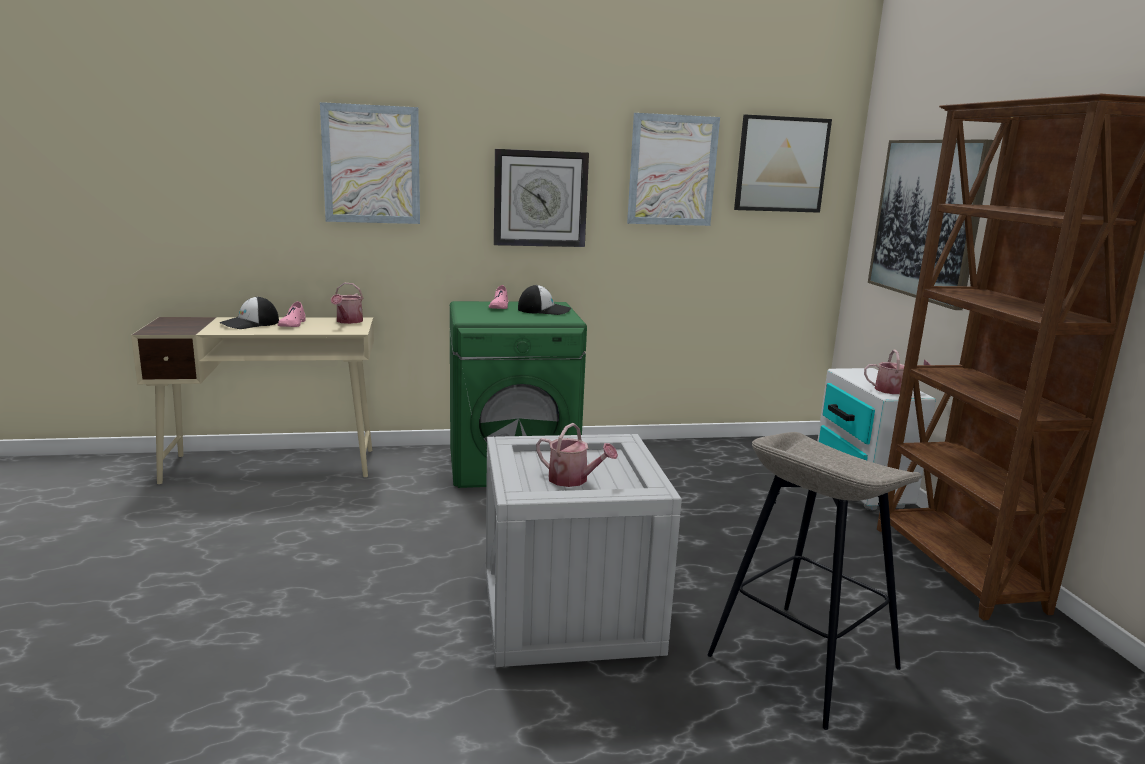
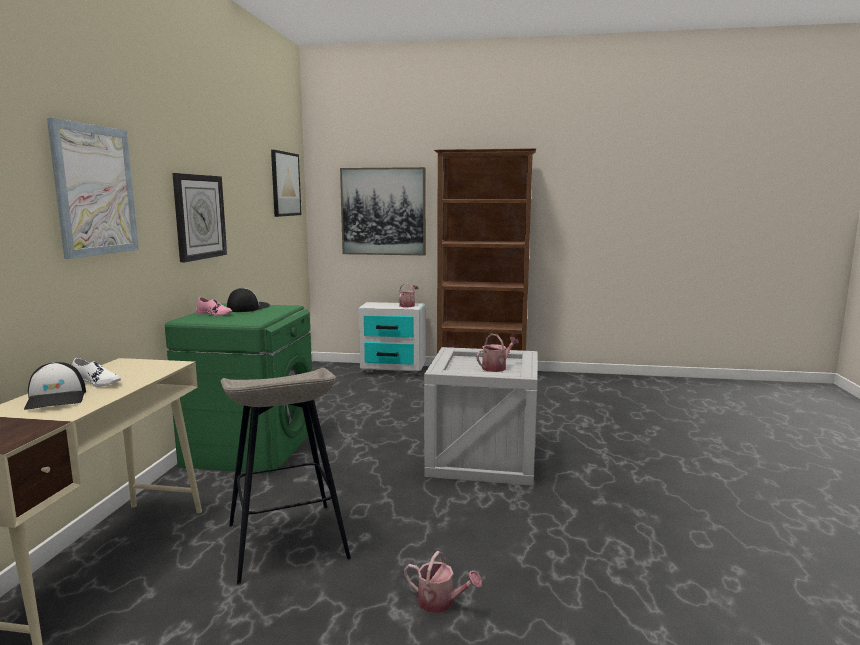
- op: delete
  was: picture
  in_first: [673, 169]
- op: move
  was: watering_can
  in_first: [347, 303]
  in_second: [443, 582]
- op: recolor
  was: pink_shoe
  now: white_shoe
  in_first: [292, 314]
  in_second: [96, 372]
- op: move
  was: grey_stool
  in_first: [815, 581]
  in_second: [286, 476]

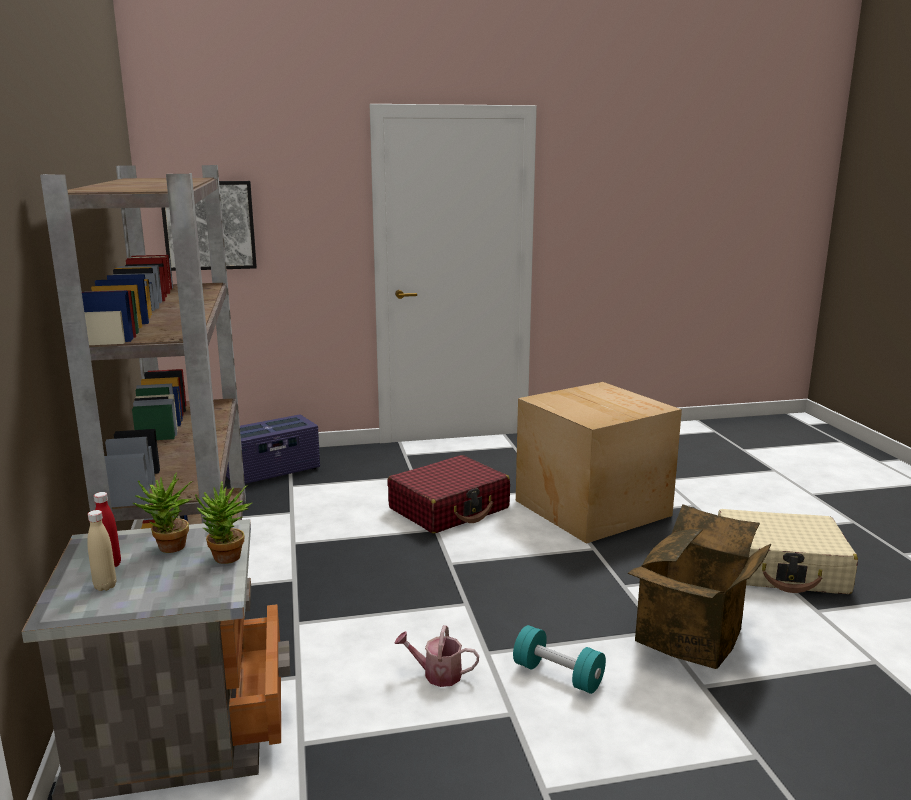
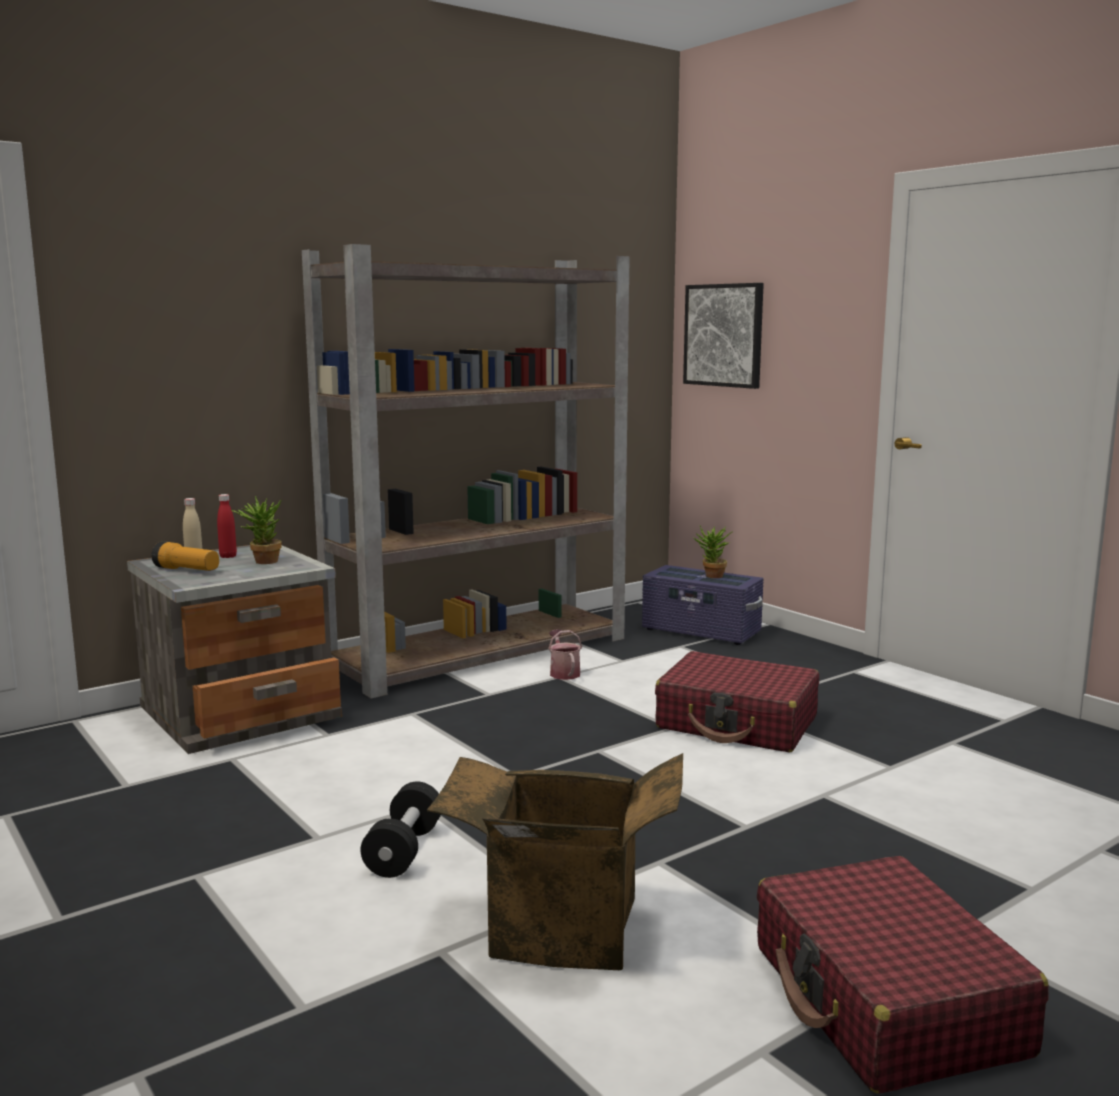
- op: delete
  was: cardboard_box
  in_first: [599, 463]
- op: move
  was: potted_plant
  in_first: [223, 522]
  in_second: [712, 552]
- op: recolor
  was: beige_suitcase
  now: red_suitcase
  in_first: [788, 551]
  in_second: [903, 975]
- op: move
  was: watering_can
  in_first: [437, 656]
  in_second: [565, 654]
- op: recolor
  was: turquoise_dumbbell
  now: black_dumbbell
  in_first: [559, 659]
  in_second: [400, 829]
- op: insert
  now: flashlight
  in_second: [185, 556]

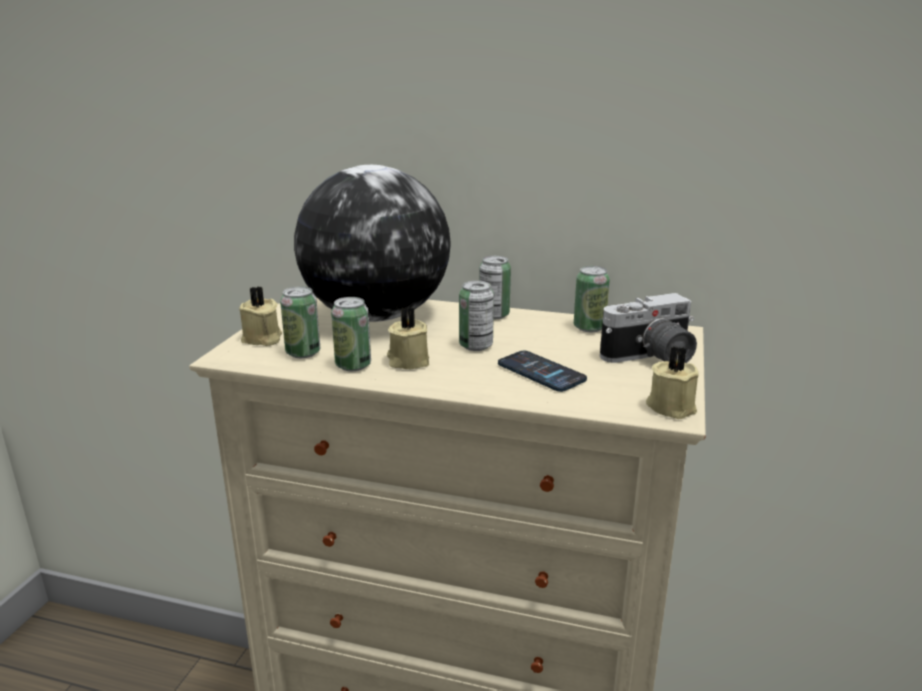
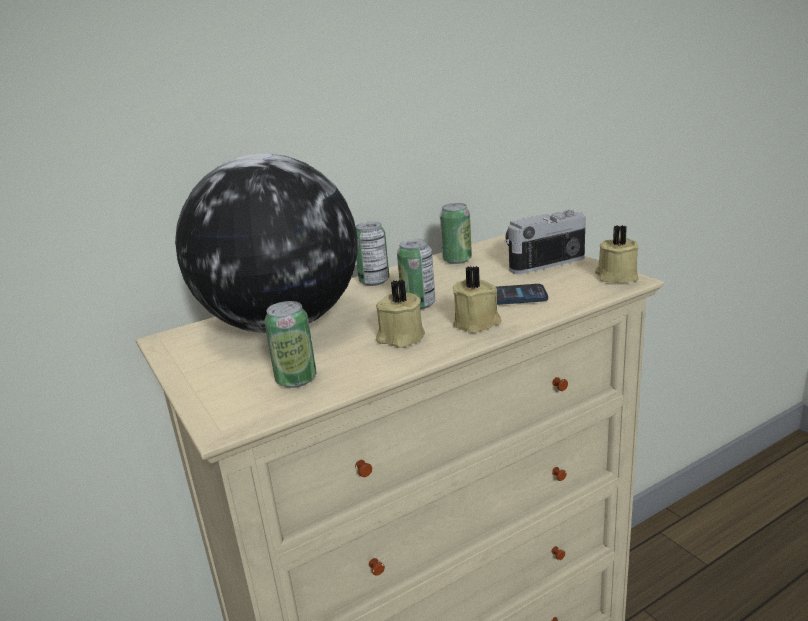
- op: move
  was: beige_candle
  in_first: [260, 316]
  in_second: [477, 299]
- op: rotate
  was: photo_camera
  in_first: [648, 328]
  in_second: [545, 242]
  clockwise: -135
- op: delete
  was: can
  in_first: [351, 334]

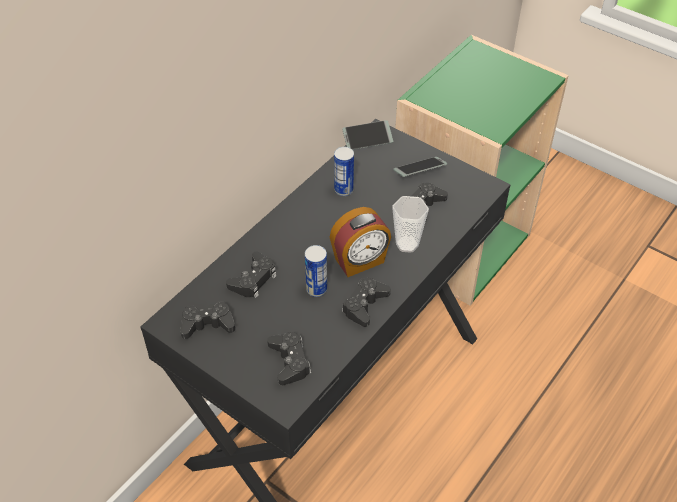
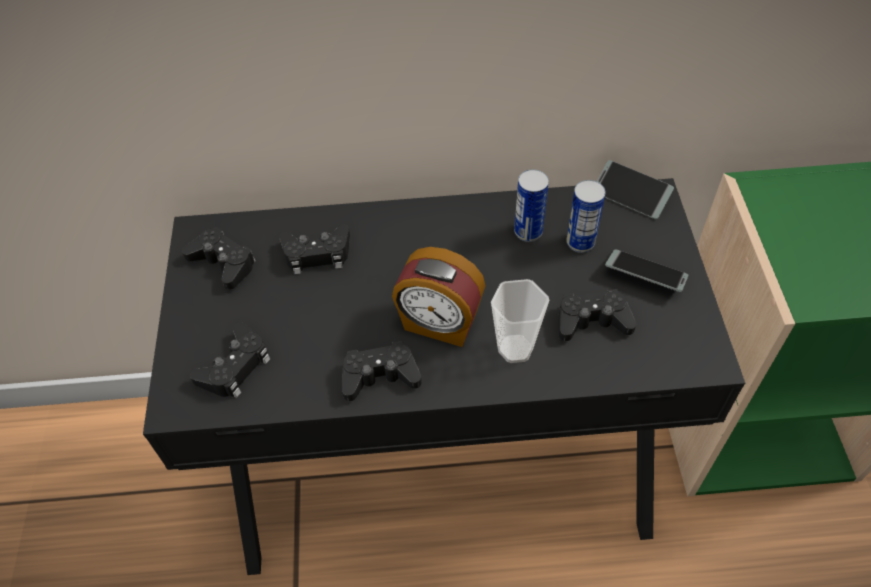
- op: move
  was: can
  in_first: [316, 271]
  in_second: [586, 216]

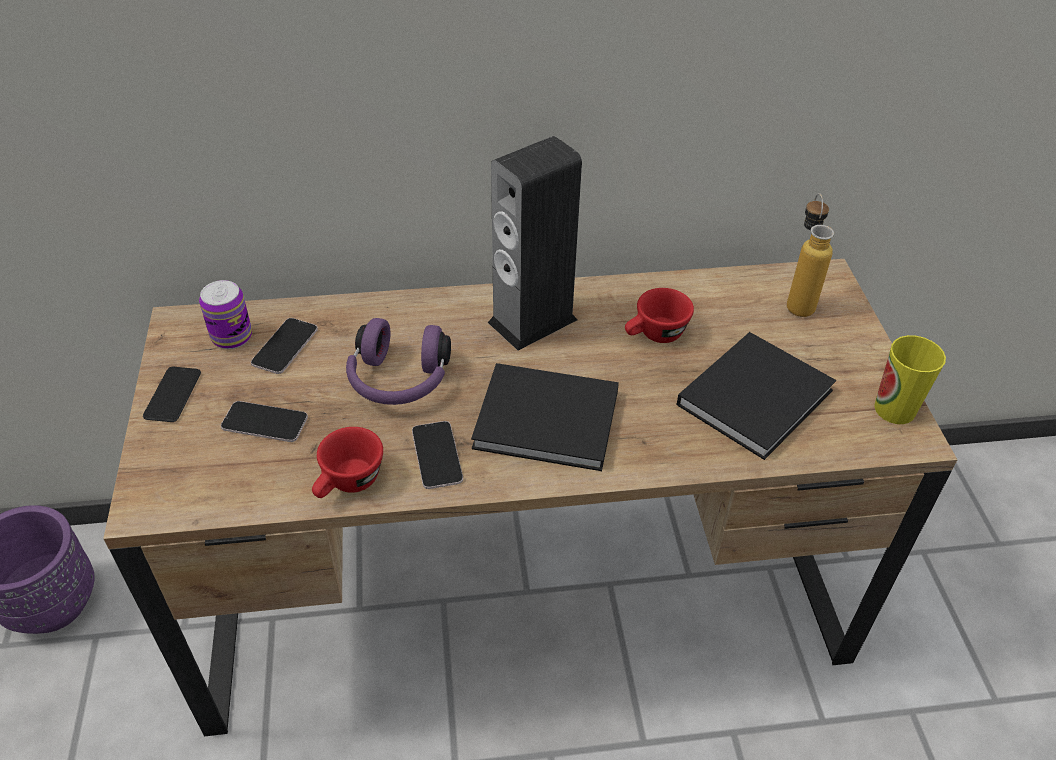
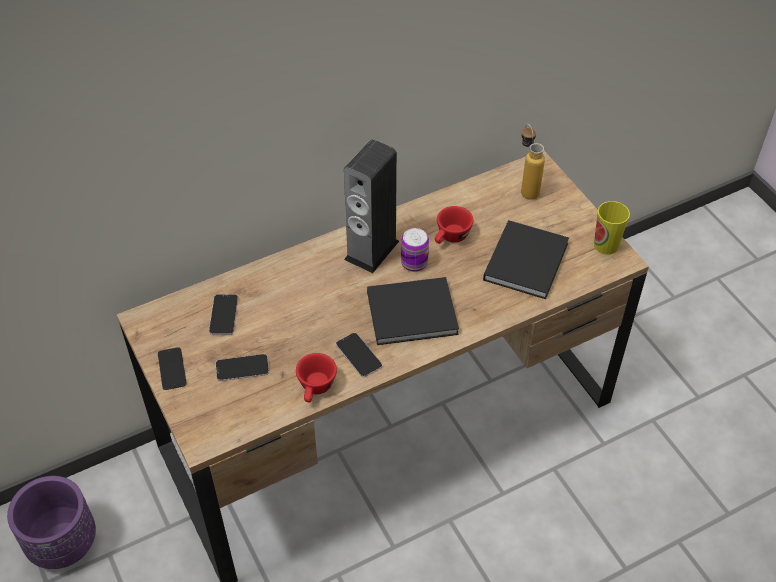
- op: move
  was: can
  in_first: [225, 314]
  in_second: [415, 250]
- op: delete
  was: purple_headphones
  in_first: [398, 361]

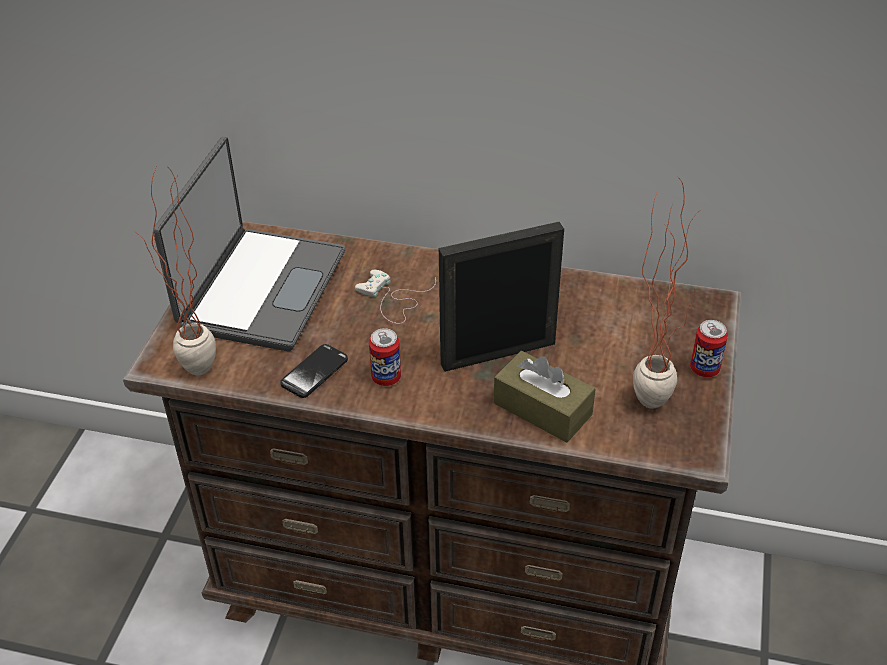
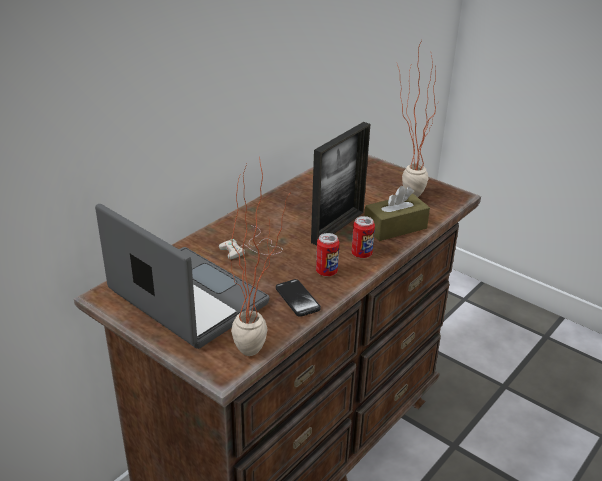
- op: rotate
  was: picture_frame
  in_first: [501, 297]
  in_second: [340, 184]
  clockwise: -150
- op: move
  was: can
  in_first: [709, 348]
  in_second: [363, 237]

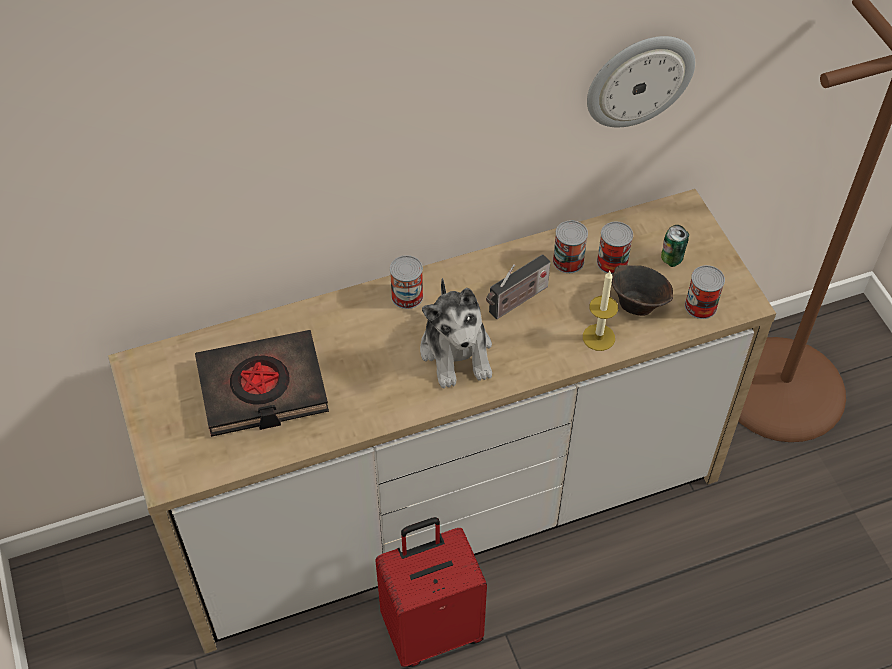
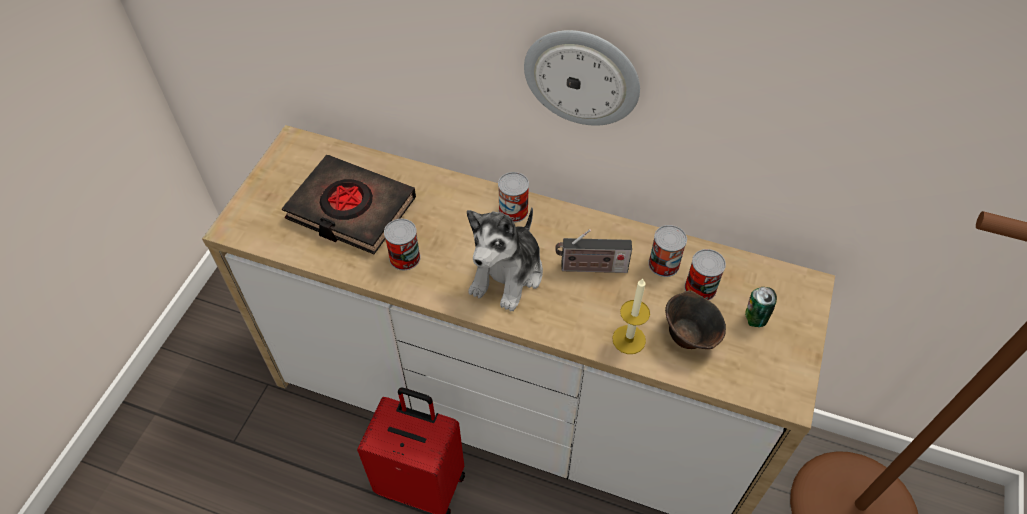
- op: move
  was: wall_clock
  in_first: [641, 81]
  in_second: [582, 78]
- op: move
  was: can
  in_first: [705, 292]
  in_second: [402, 244]

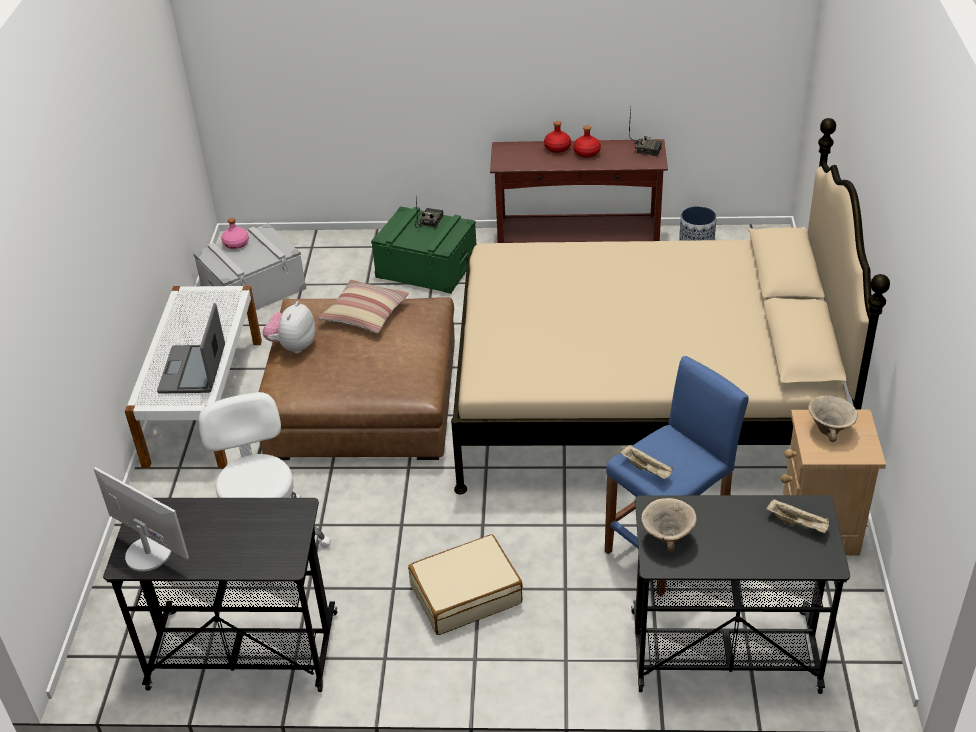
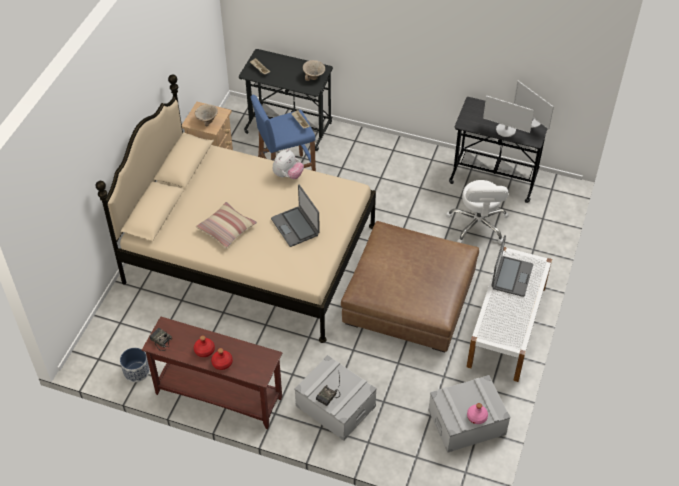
- op: recolor
  was: green_storage_box
  now: grey_storage_box
  in_first: [423, 250]
  in_second: [335, 398]
- op: move
  was: pillow
  in_first: [363, 306]
  in_second: [226, 225]
- op: move
  was: plush_toy
  in_first: [288, 327]
  in_second: [288, 164]
- op: delete
  was: beige_suitcase
  in_first: [465, 584]
- op: insert
  now: monitor
  in_second: [508, 116]
- op: insert
  now: laptop
  in_second: [295, 216]

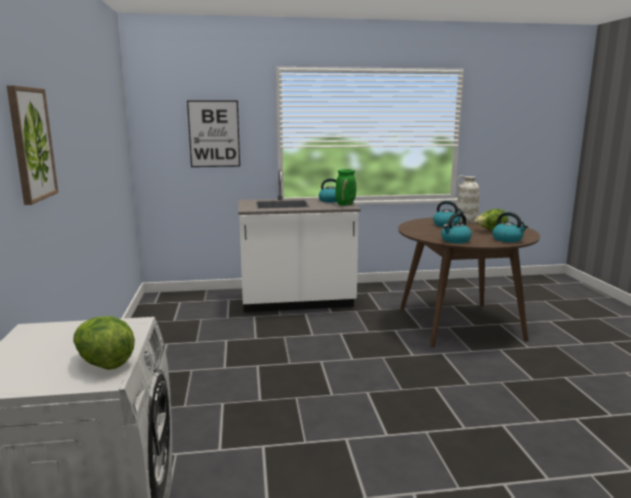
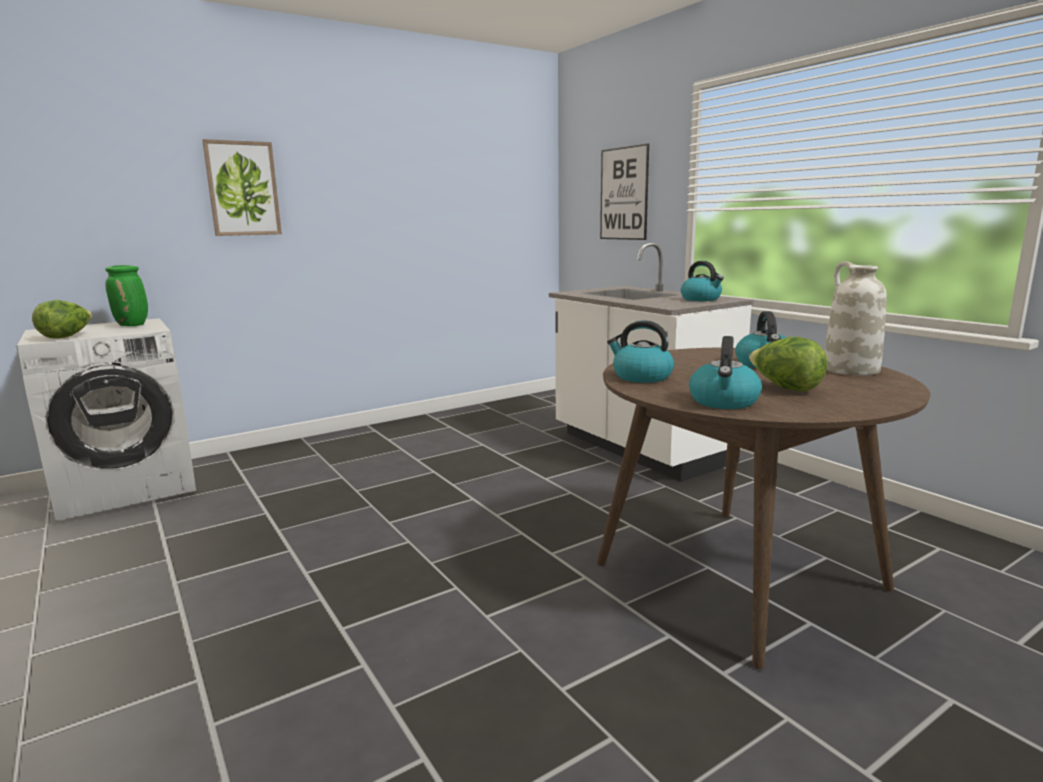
- op: move
  was: green_vase
  in_first: [346, 187]
  in_second: [126, 295]

